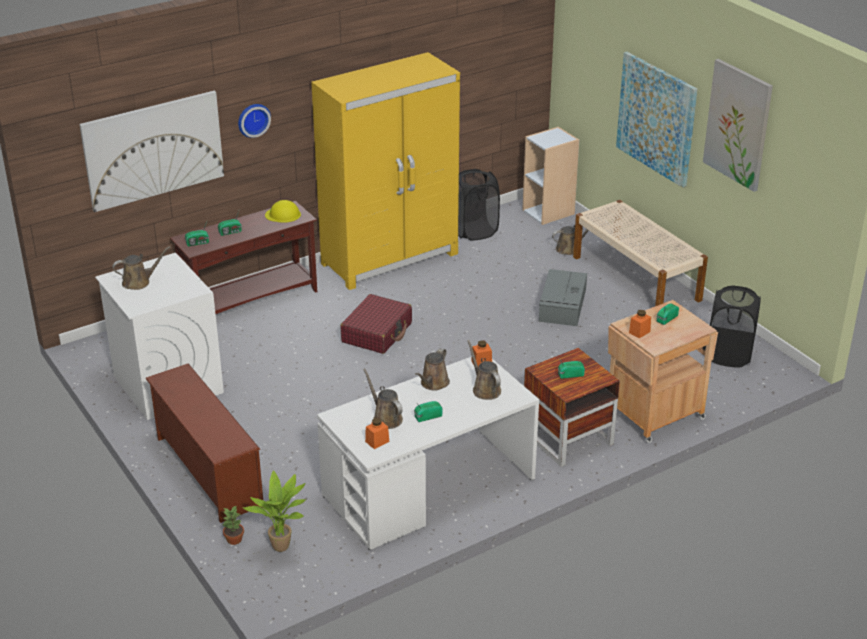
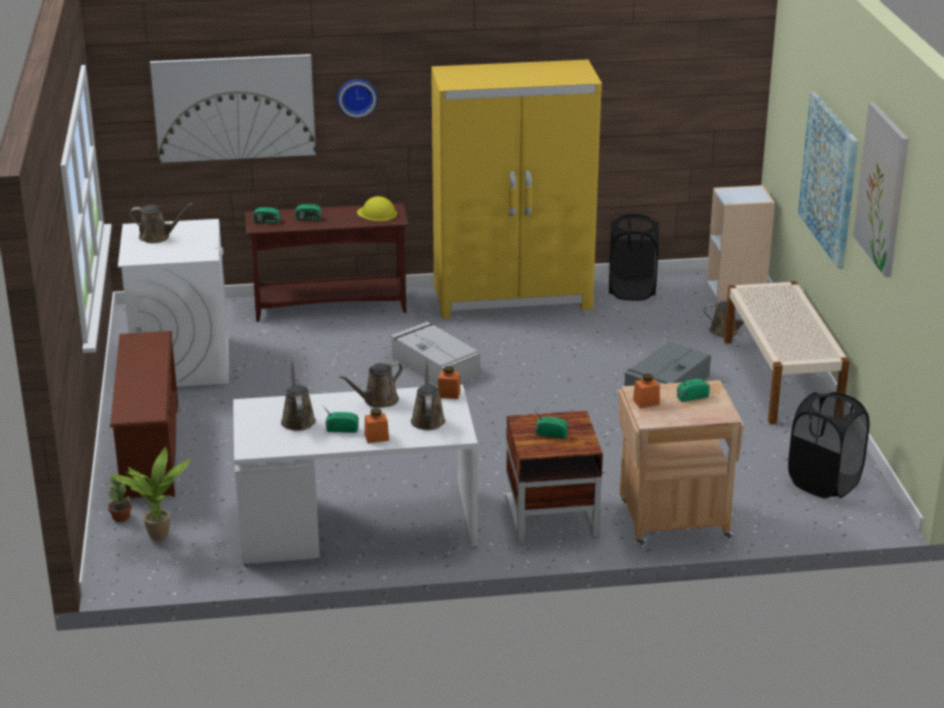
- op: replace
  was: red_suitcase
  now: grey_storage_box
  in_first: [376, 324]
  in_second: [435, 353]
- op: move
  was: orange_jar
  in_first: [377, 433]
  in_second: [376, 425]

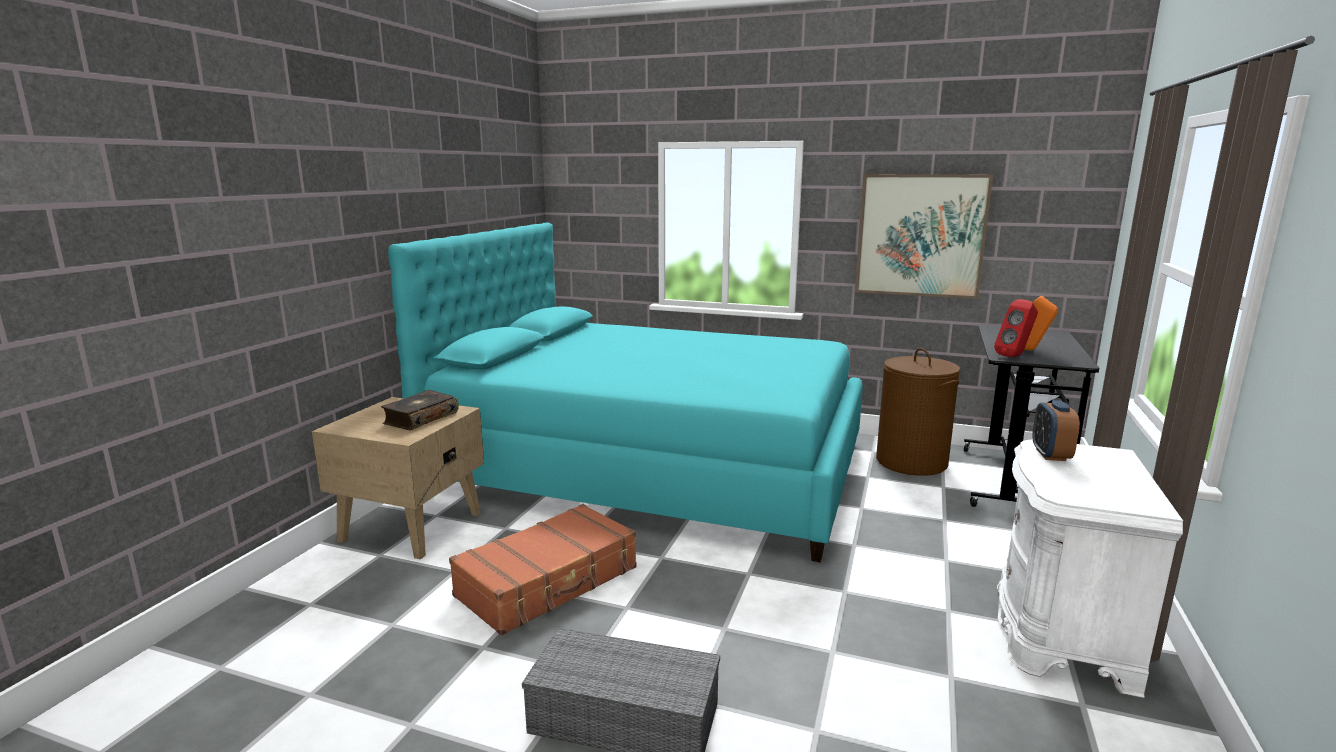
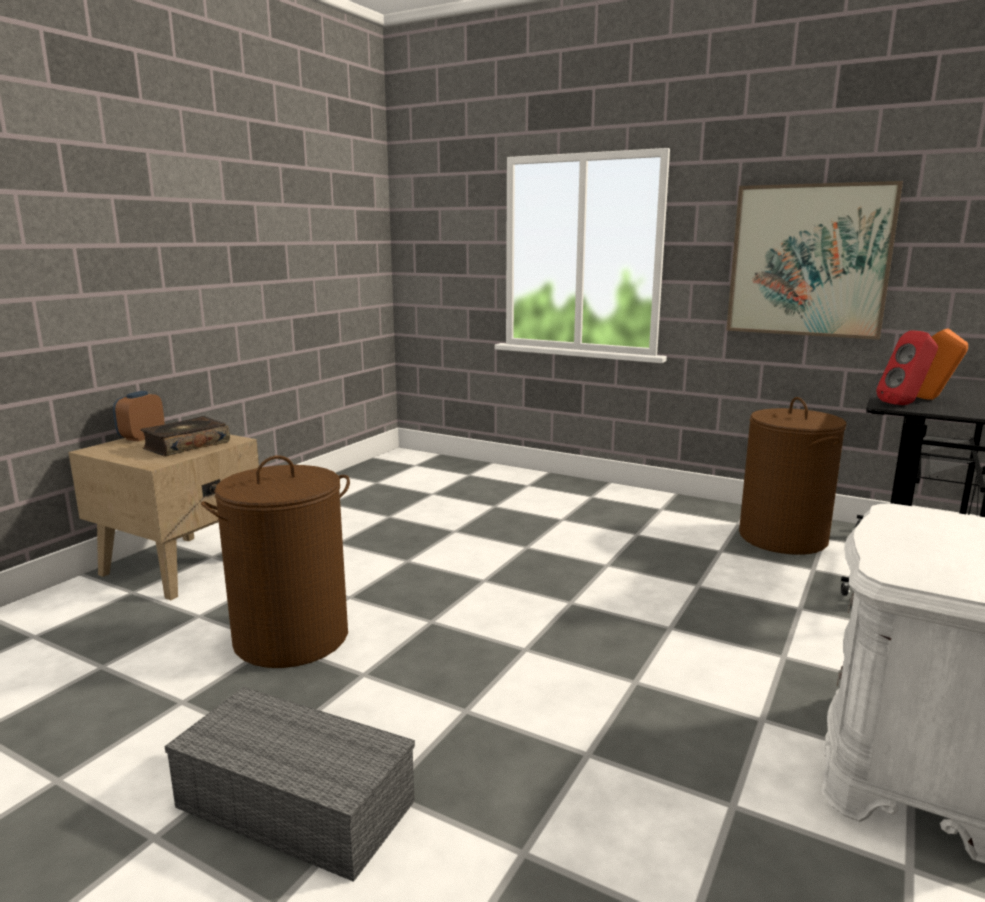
- op: delete
  was: turquoise_bed
  in_first: [625, 392]
- op: move
  was: alarm_clock
  in_first: [1056, 430]
  in_second: [138, 416]
- op: replace
  was: brown_suitcase
  now: brown_laundry_basket
  in_first: [543, 570]
  in_second: [275, 561]

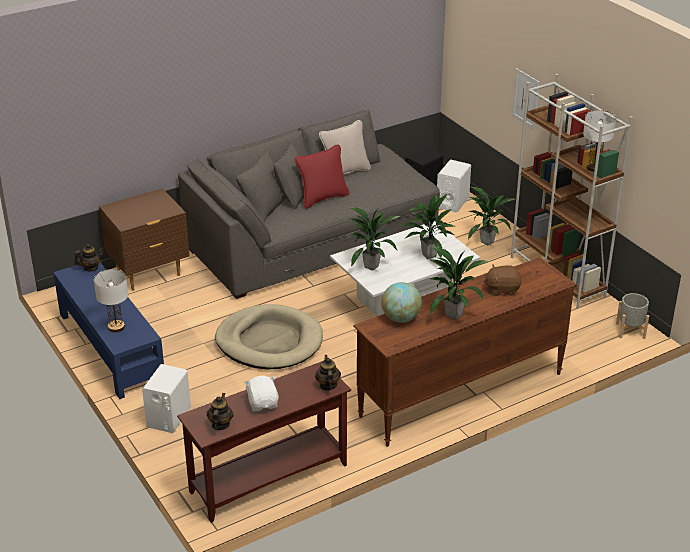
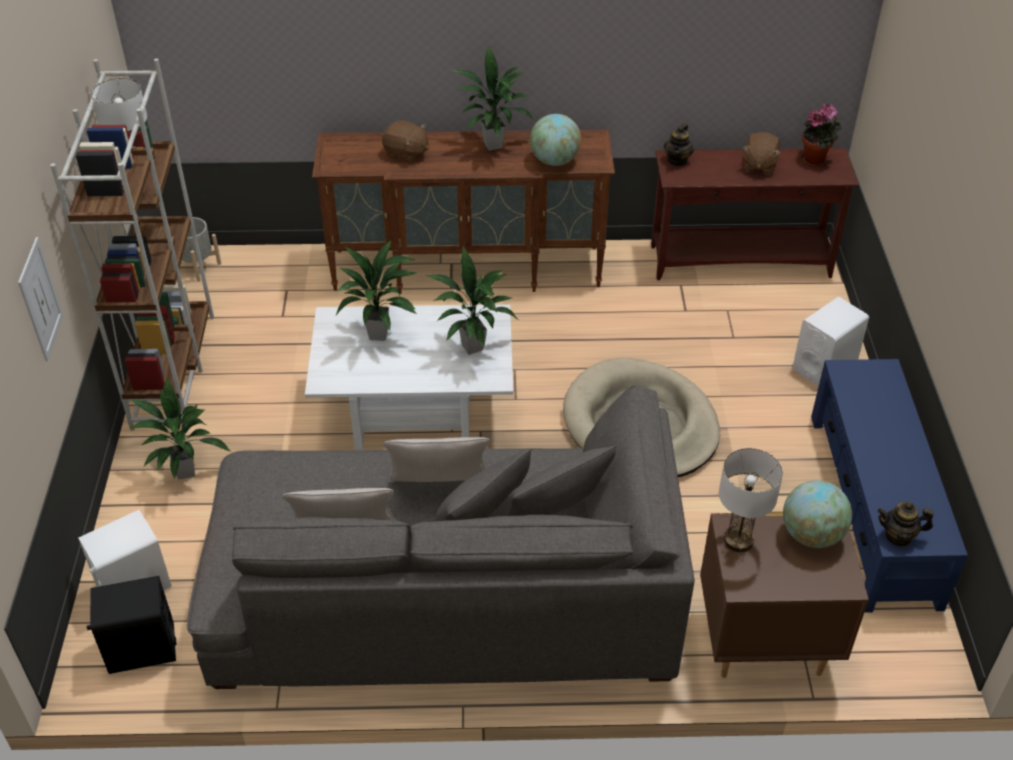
- op: recolor
  was: red_pillow
  now: beige_pillow
  in_first: [322, 176]
  in_second: [436, 459]
- op: move
  was: table_lamp
  in_first: [111, 301]
  in_second: [751, 500]
- op: recolor
  was: white_plush_toy
  now: brown_plush_toy
  in_first: [261, 393]
  in_second: [762, 153]
- op: replace
  was: teapot
  now: potted_plant
  in_first: [220, 411]
  in_second: [821, 135]
- op: insert
  now: globe
  in_second: [817, 514]

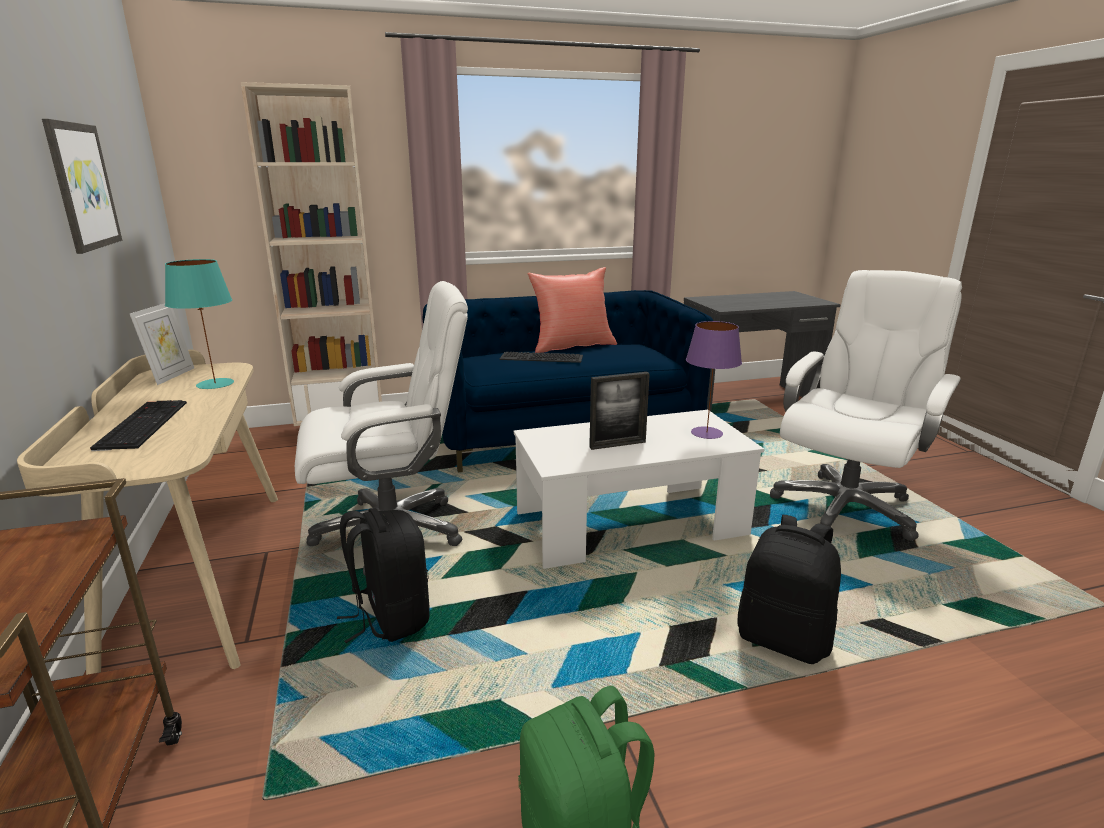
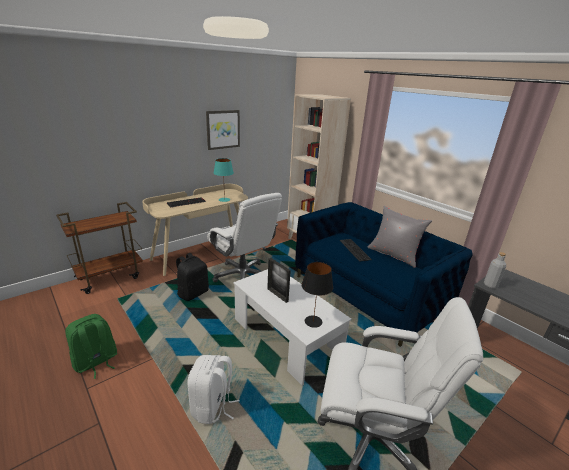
- op: recolor
  was: red_pillow
  now: grey_pillow
  in_first: [572, 310]
  in_second: [399, 237]
- op: delete
  was: picture_frame
  in_first: [162, 344]
- op: recolor
  was: purple_table_lamp
  now: black_table_lamp
  in_first: [714, 380]
  in_second: [317, 295]
- op: recolor
  was: black_backpack
  now: white_backpack
  in_first: [789, 589]
  in_second: [213, 389]
- op: insert
  now: grey_bottle
  in_second: [495, 270]

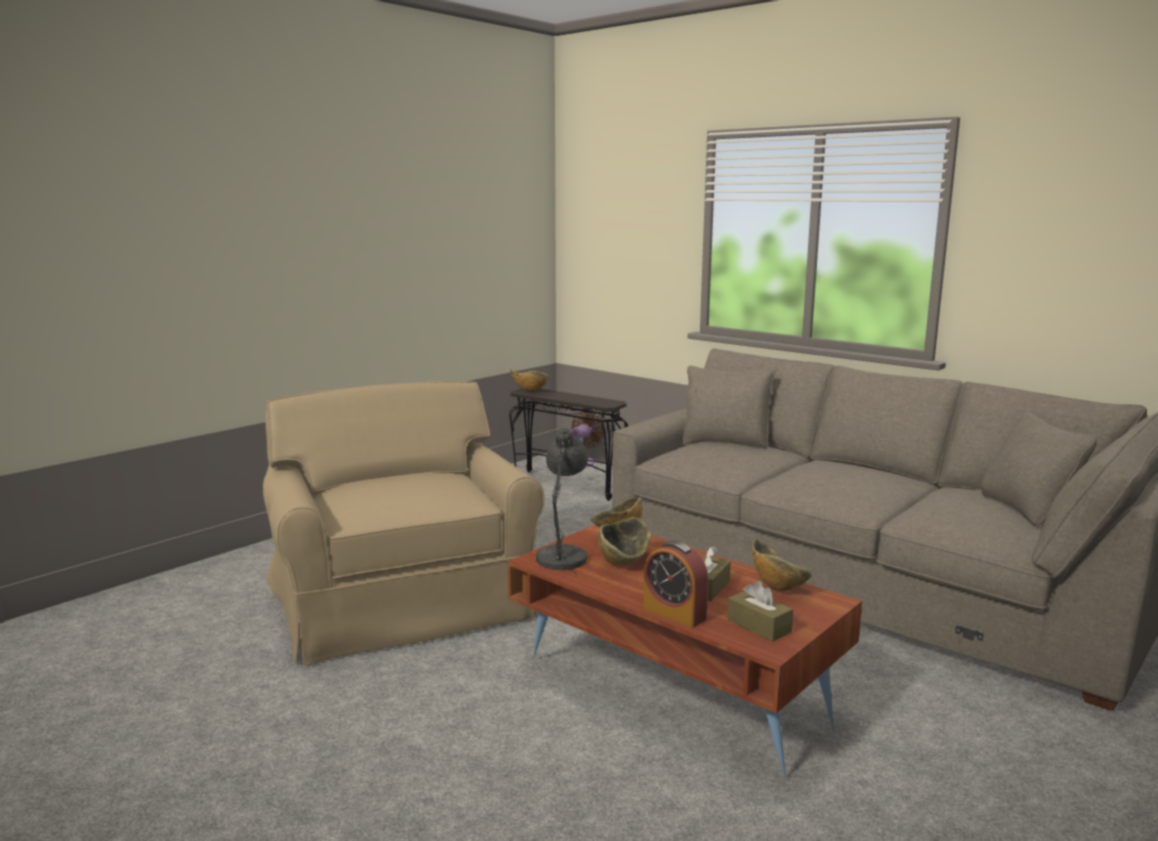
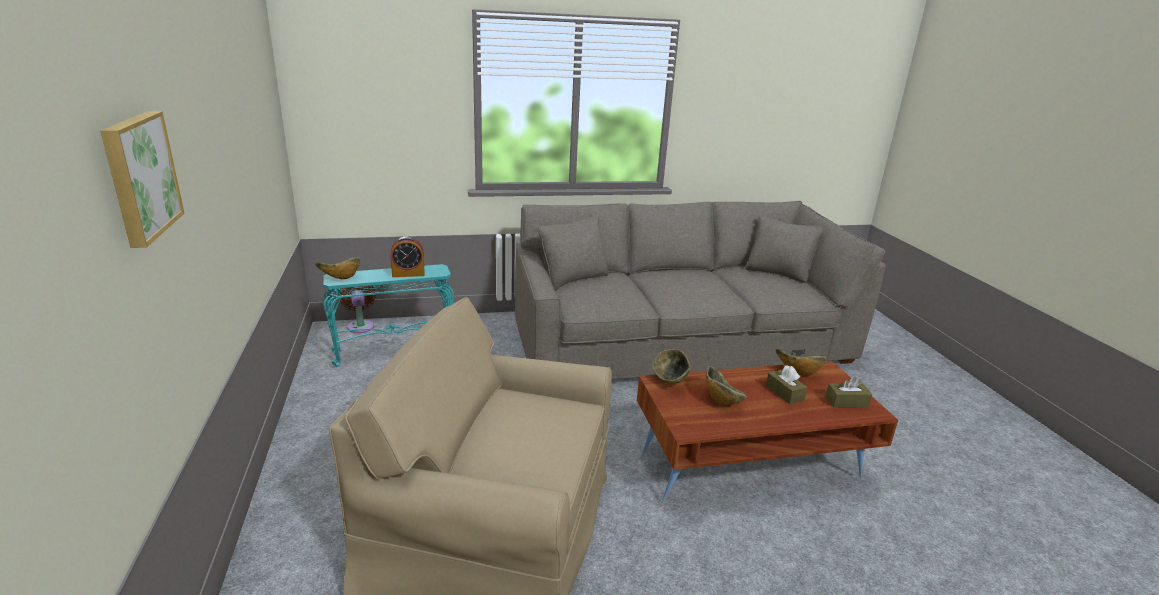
- op: recolor
  was: black_side_table
  now: turquoise_side_table
  in_first: [568, 444]
  in_second: [388, 315]
- op: delete
  was: grey_table_lamp
  in_first: [562, 502]
- op: move
  was: alarm_clock
  in_first: [675, 584]
  in_second: [408, 257]
- op: insert
  now: picture
  in_second: [142, 179]

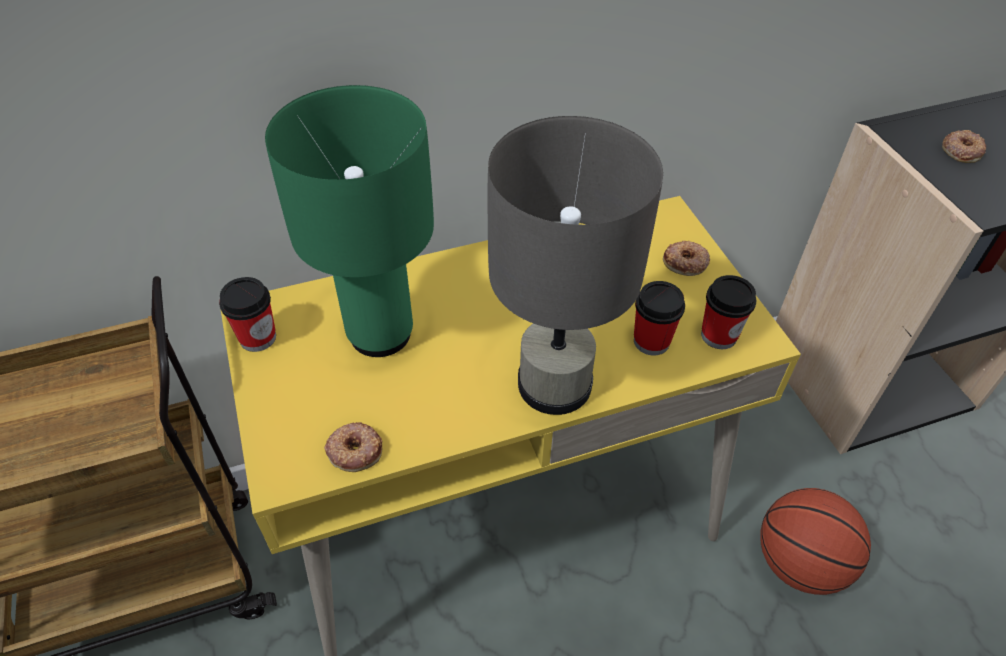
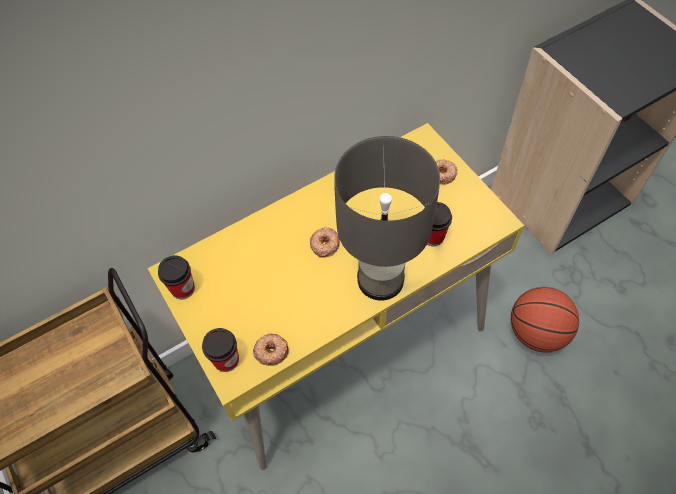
- op: delete
  was: green_table_lamp
  in_first: [349, 221]
- op: move
  was: donut
  in_first: [964, 146]
  in_second: [325, 242]
- op: move
  was: cup
  in_first: [729, 312]
  in_second: [220, 350]

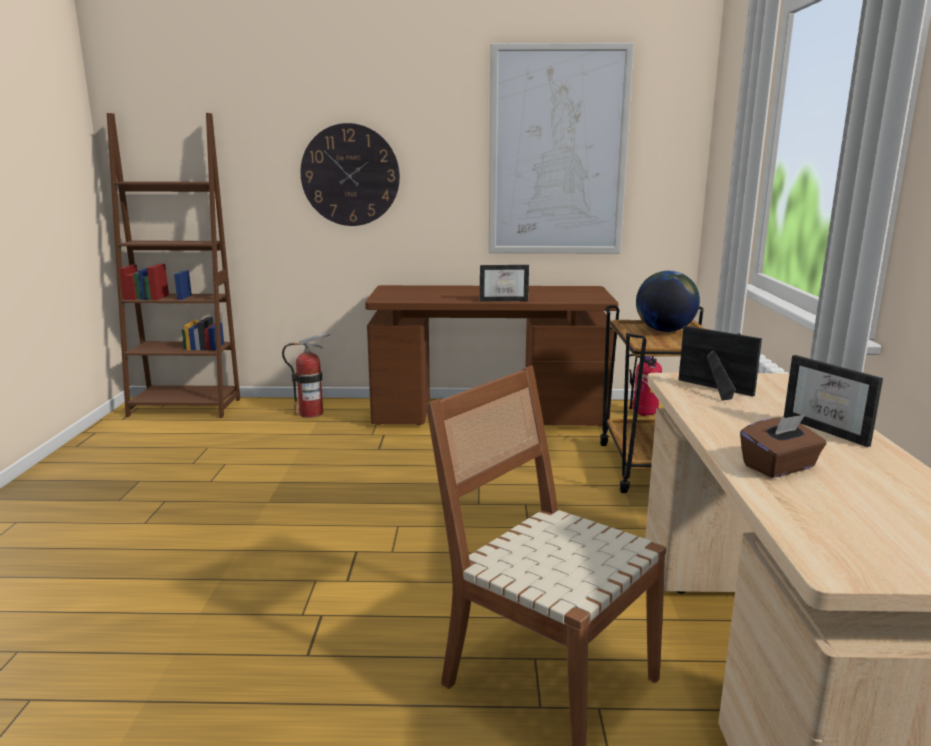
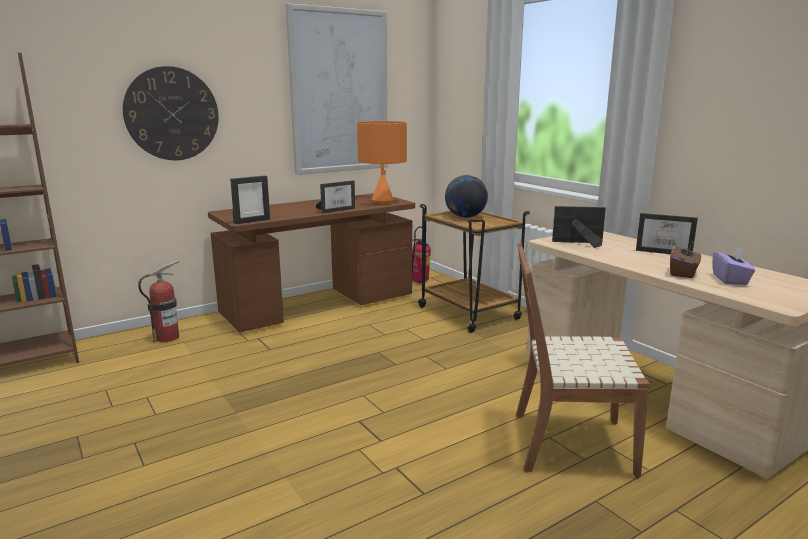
- op: insert
  now: orange_table_lamp
  in_second: [382, 162]
- op: insert
  now: picture_frame
  in_second: [250, 200]
- op: insert
  now: purple_tissue_box
  in_second: [734, 265]

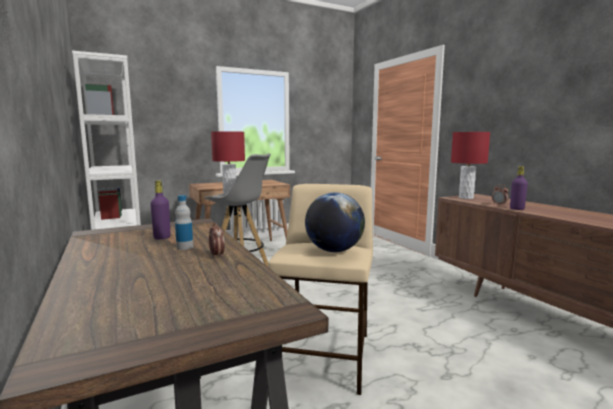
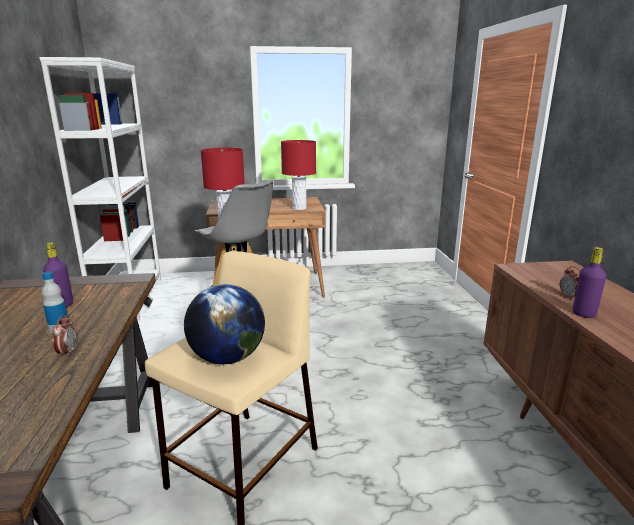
- op: move
  was: red_table_lamp
  in_first: [470, 165]
  in_second: [298, 175]

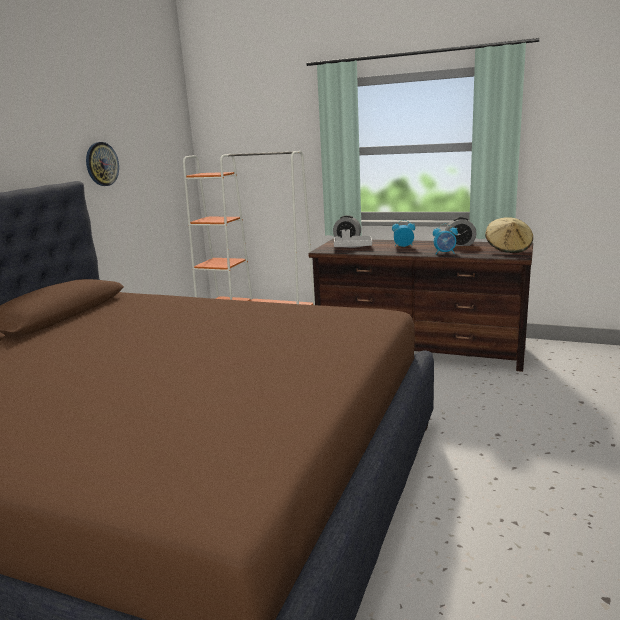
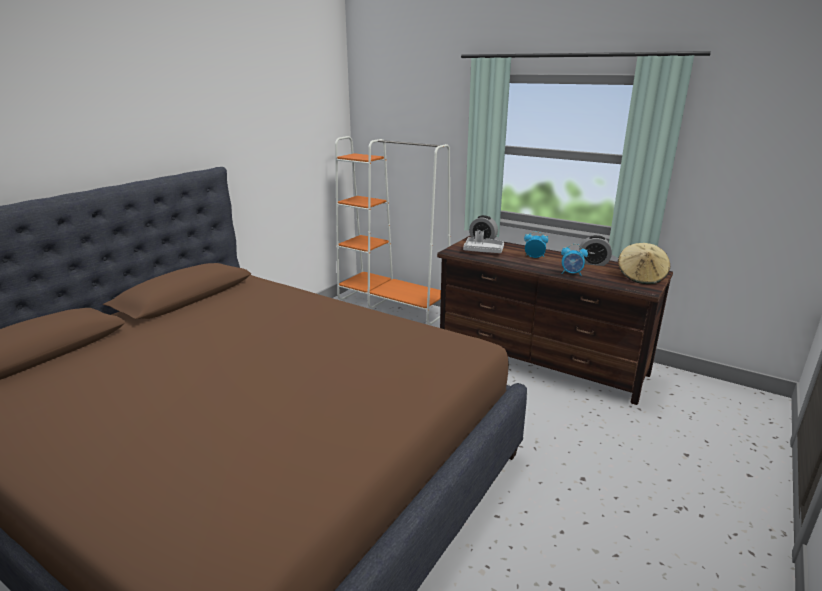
- op: delete
  was: wall_clock
  in_first: [102, 164]

